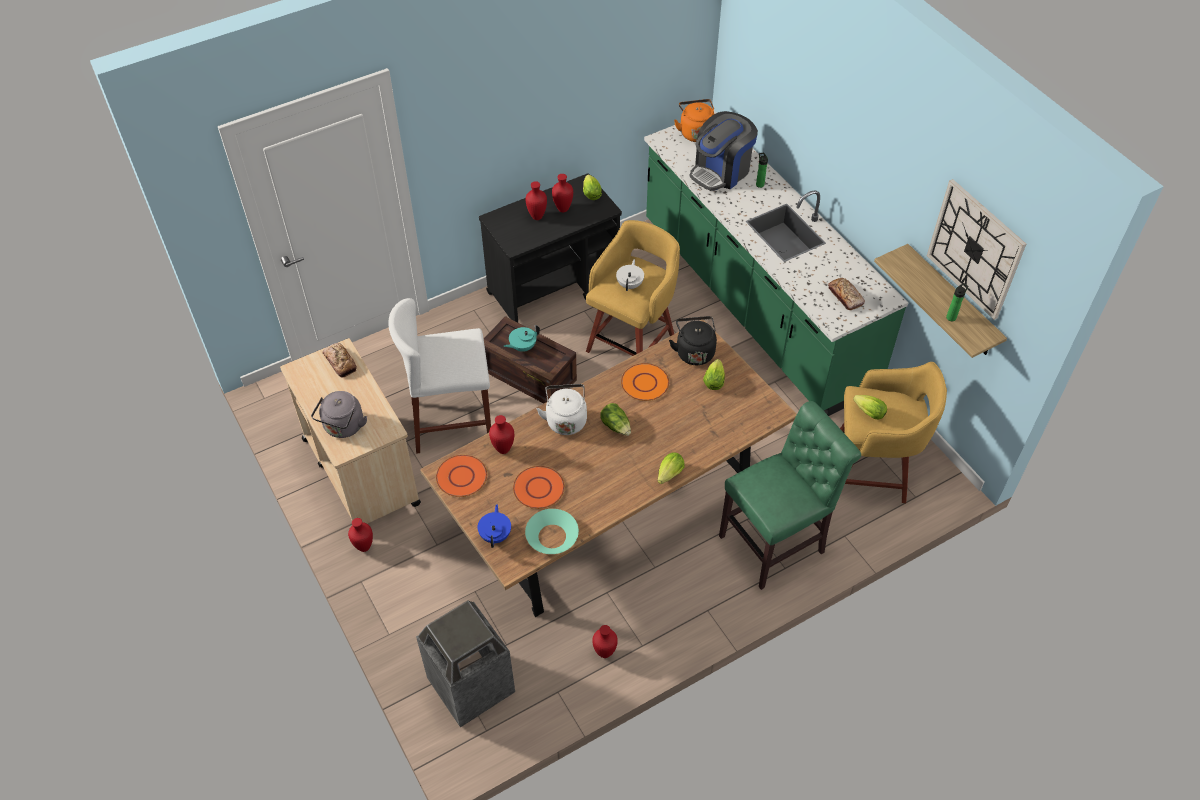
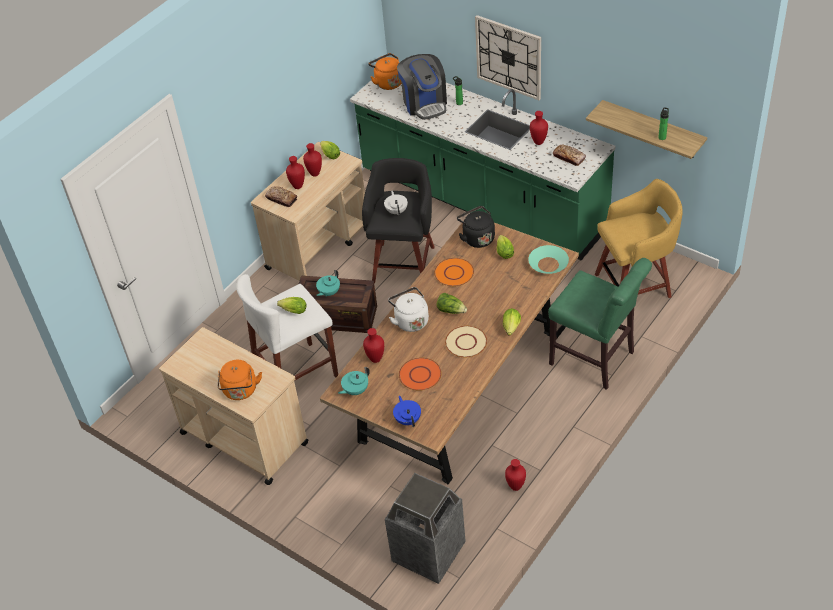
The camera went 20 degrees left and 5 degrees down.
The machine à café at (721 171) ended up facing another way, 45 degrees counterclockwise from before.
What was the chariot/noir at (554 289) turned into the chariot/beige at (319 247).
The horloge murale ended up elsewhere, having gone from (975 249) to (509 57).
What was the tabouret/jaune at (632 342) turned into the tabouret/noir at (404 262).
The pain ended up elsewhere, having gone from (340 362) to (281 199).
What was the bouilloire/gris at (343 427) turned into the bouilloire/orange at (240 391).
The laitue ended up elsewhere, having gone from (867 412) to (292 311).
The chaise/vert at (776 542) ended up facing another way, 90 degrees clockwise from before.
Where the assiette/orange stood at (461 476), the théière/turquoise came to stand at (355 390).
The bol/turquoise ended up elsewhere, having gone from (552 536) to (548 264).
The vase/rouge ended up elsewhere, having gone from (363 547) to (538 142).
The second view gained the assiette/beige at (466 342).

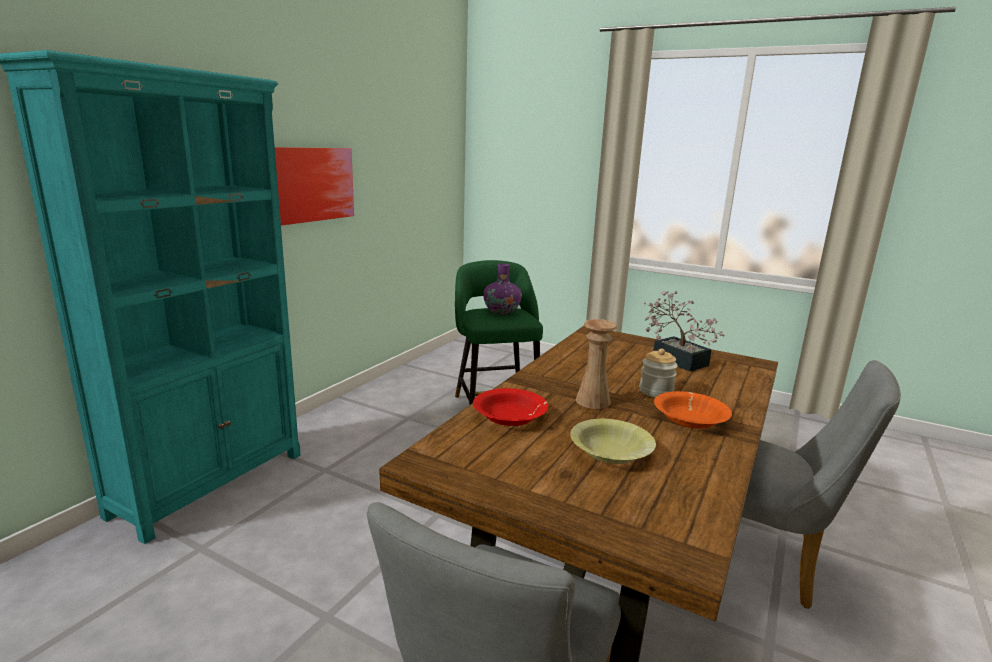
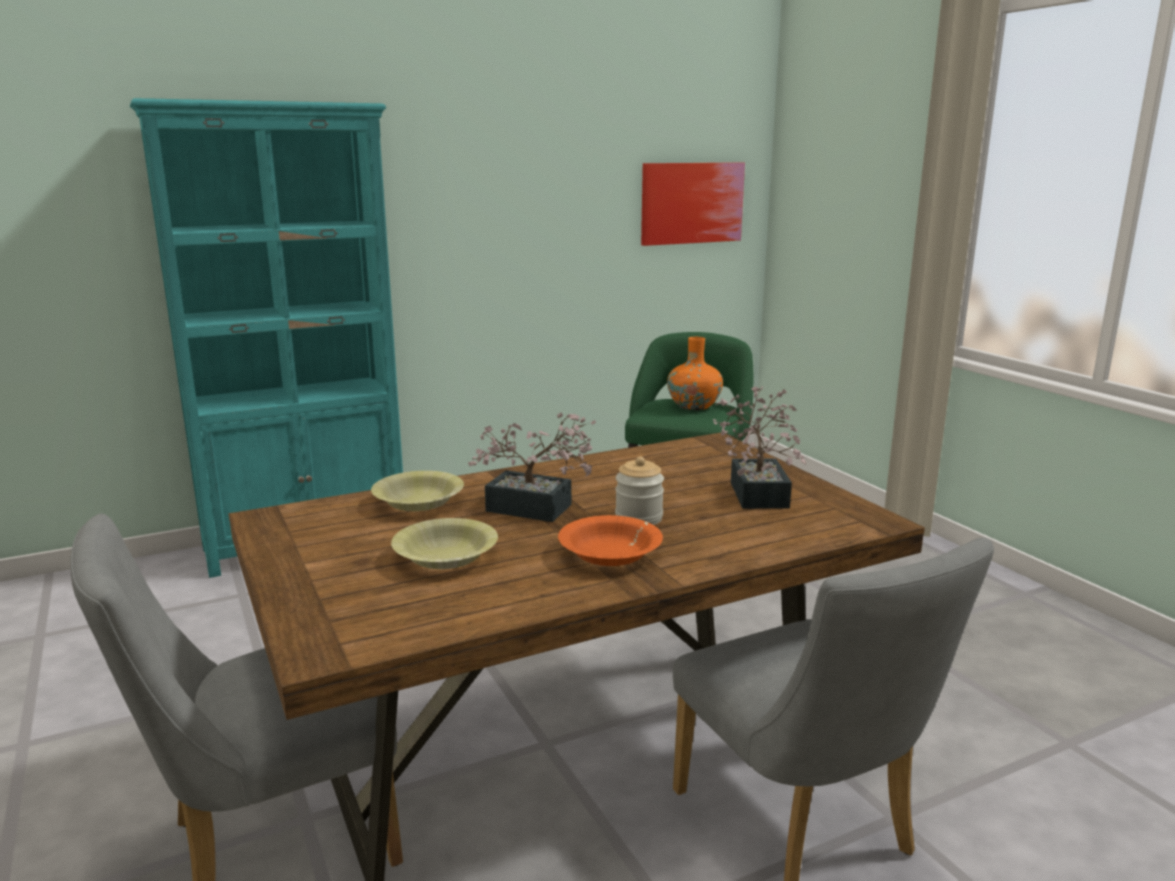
The camera went 35 degrees right and 0 degrees up.
The tableau ended up elsewhere, having gone from (312 184) to (691 203).
What was the vase/violet at (501 311) turned into the vase/orange at (694 406).
Where the vase/beige stood at (593 401), the plante en pot came to stand at (537 509).
What was the bol/rouge at (510 416) turned into the bol/jaune at (418 502).

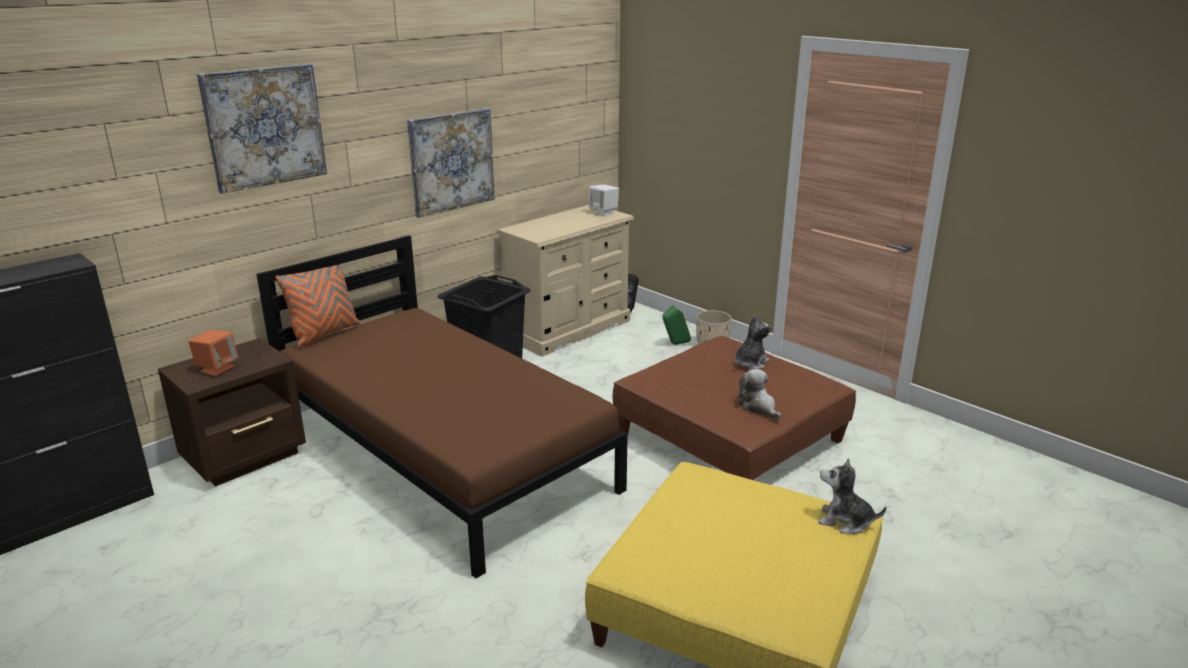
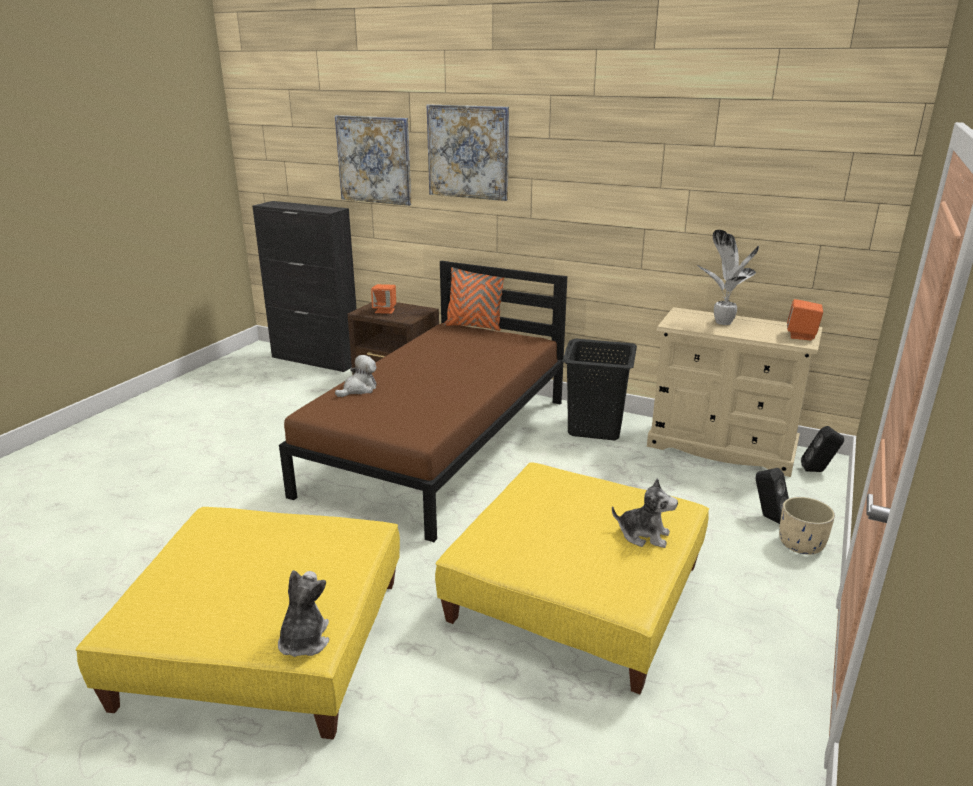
The camera went 70 degrees right and 0 degrees up.
The tableau ended up elsewhere, having gone from (451 161) to (374 160).
What was the enceinte/blanc at (604 212) turned into the enceinte/orange at (801 336).
What was the enceinte/vert at (675 344) turned into the enceinte/noir at (767 517).
What was the pouf/marron at (729 438) turned into the pouf/jaune at (576 593).
The peluche ended up elsewhere, having gone from (758 407) to (359 389).
The second view gained the plante en pot at (722 323).

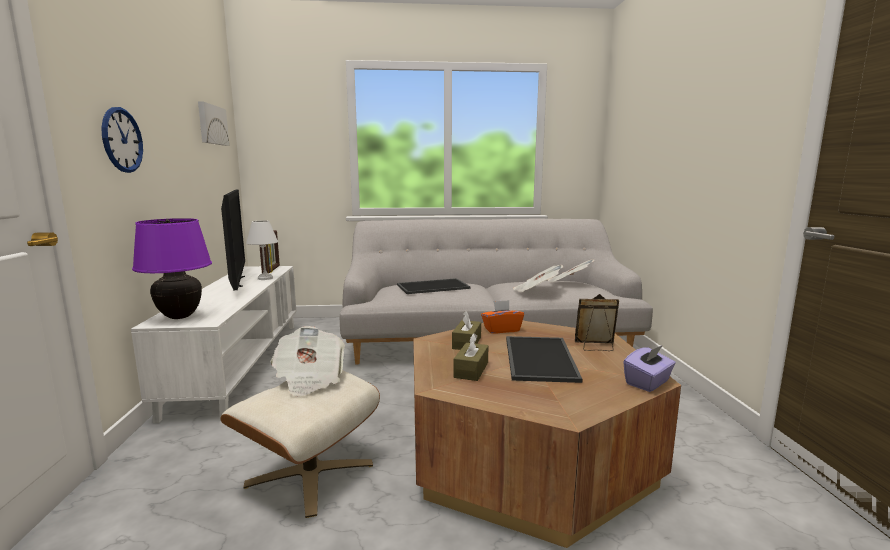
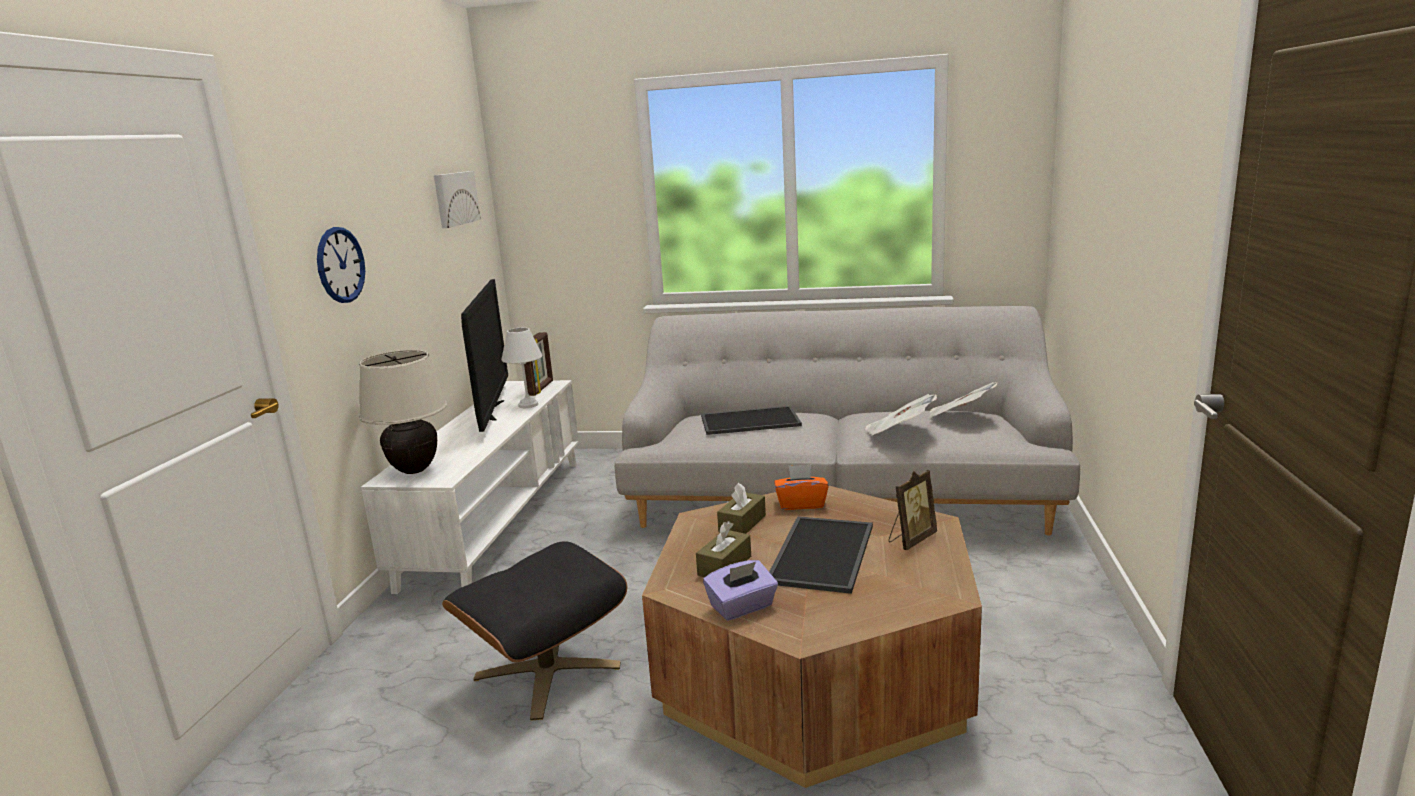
The camera went 15 degrees right and 5 degrees up.
What was the lampe de table/violet at (179 316) turned into the lampe de table/beige at (414 470).
The cadre photo at (595 347) ended up facing another way, 120 degrees clockwise from before.
The second view lost the journal at (309 378).
The boîte à mouchoirs/violet ended up elsewhere, having gone from (648 383) to (742 607).
What was the pouf/beige at (310 474) turned into the pouf/noir at (547 671).

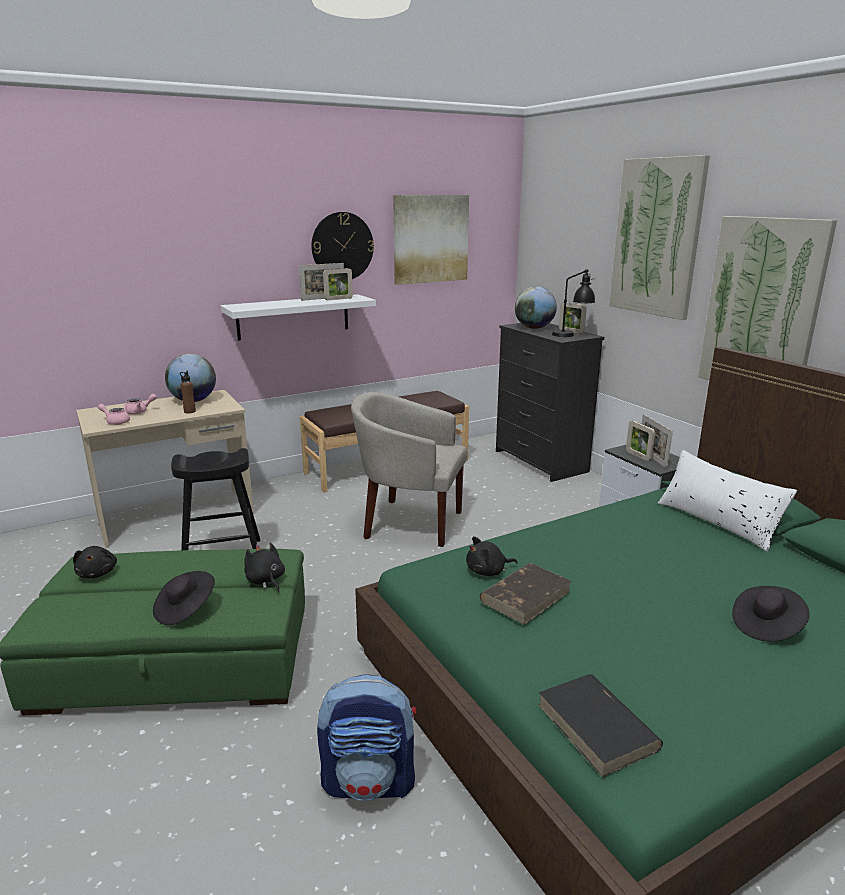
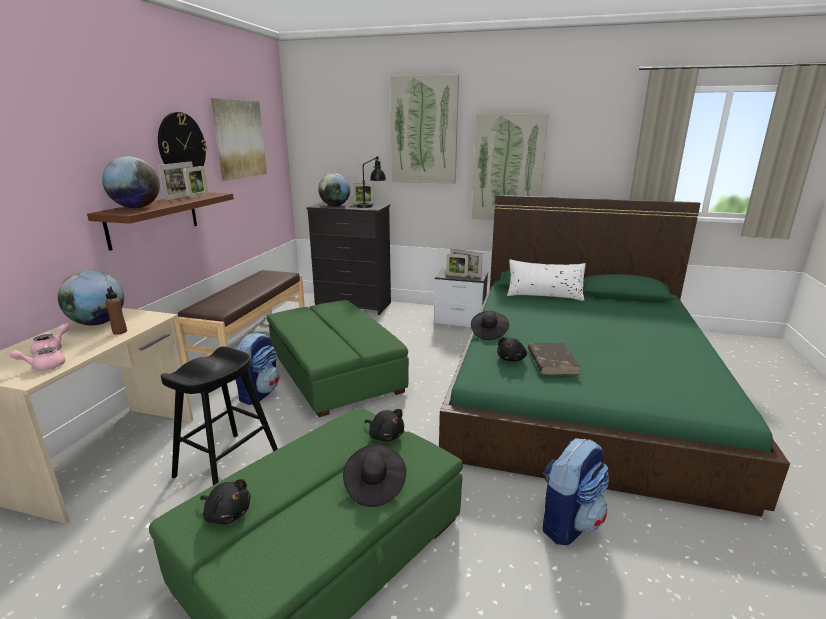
The camera went 45 degrees left and 0 degrees up.
What was the étagère/blanc at (293 317) turned into the étagère/marron at (153 219).
Where the fauteuil/beige stood at (409 522), the pouf/vert came to stand at (334 372).
The peluche/noir at (265 580) ended up facing another way, 150 degrees counterclockwise from before.
The chapeau/noir ended up elsewhere, having gone from (766 626) to (488 333).
The second view lost the livre/noir at (597 727).
The second view gained the globe at (136 207).
The second view gained the sac à dos at (259 393).

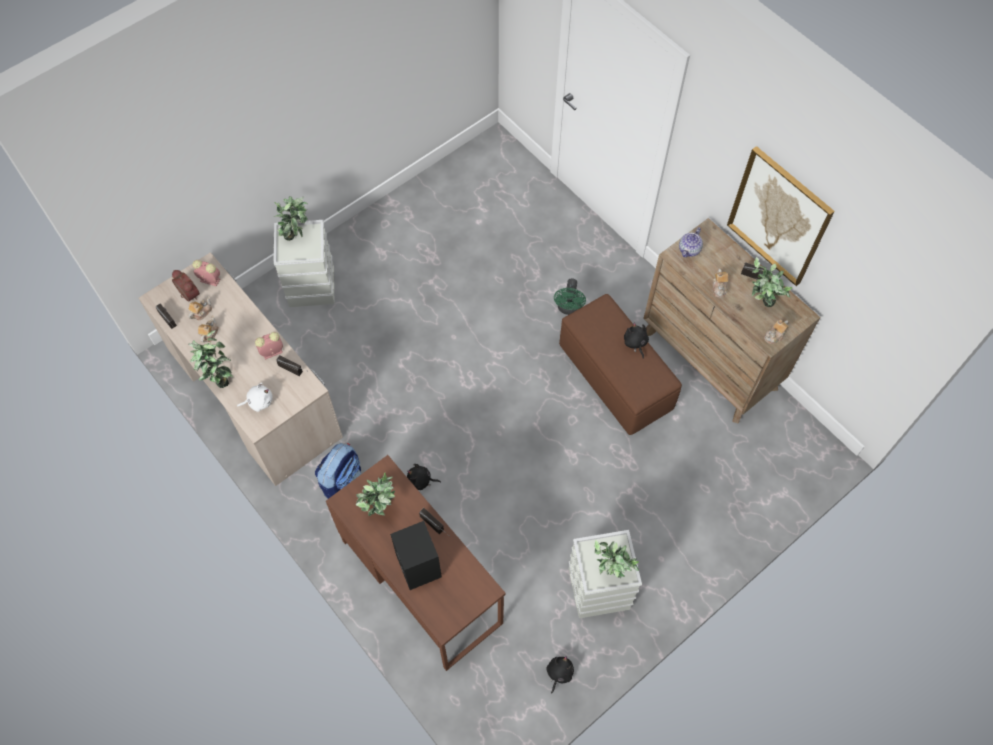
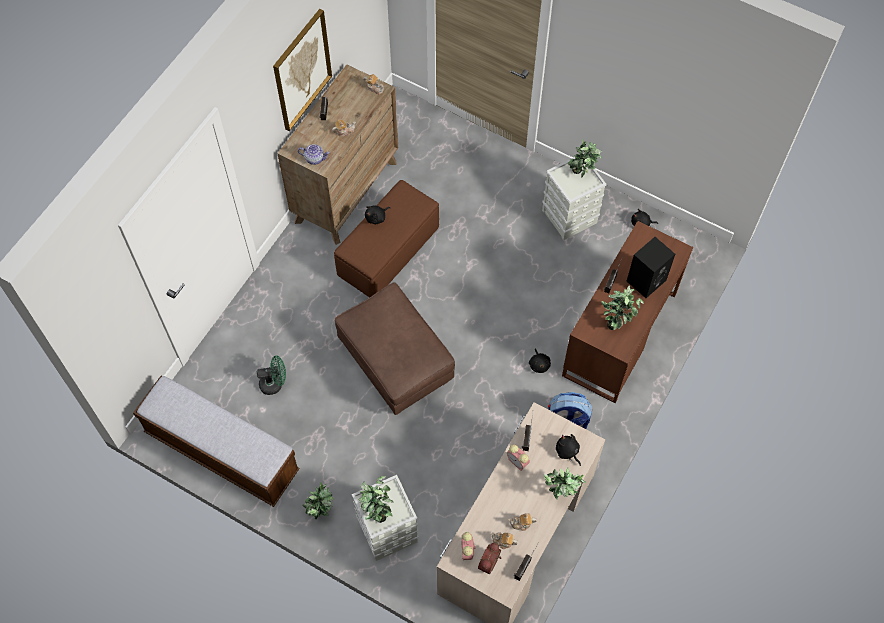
The camera went 110 degrees left and 0 degrees up.
The plante en pot ended up elsewhere, having gone from (760 305) to (321 512).
The ventilateur/vert ended up elsewhere, having gone from (569 309) to (274 383).
What was the peluche/blanc at (258 401) turned into the peluche/noir at (567 452).
The second view gained the pouf/marron at (396 363).
The second view gained the banc at (222 452).

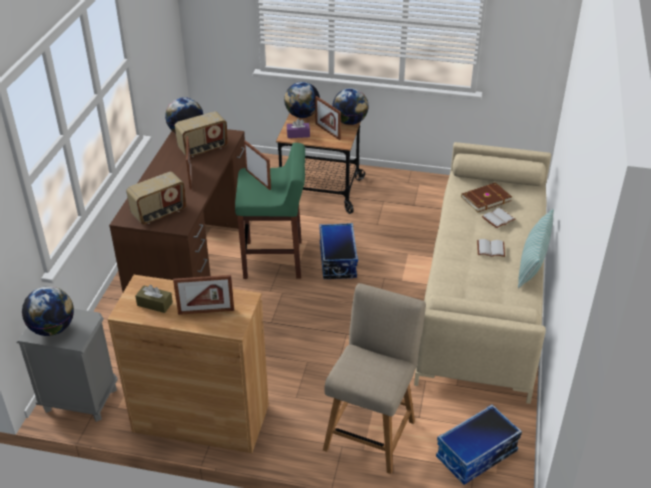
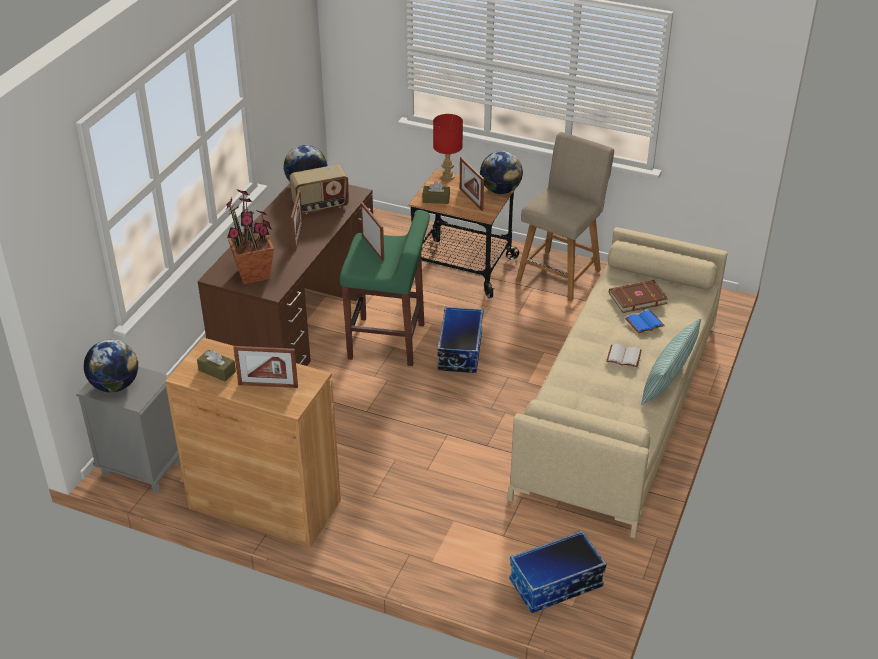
The camera went 10 degrees right and 0 degrees up.
Where the globe stood at (302 115), the lampe de table/rouge came to stand at (447 177).
What was the boîte à mouchoirs/violet at (298 134) turned into the boîte à mouchoirs/marron at (436 199).
Where the radio stood at (159 213), the plante en pot came to stand at (254 274).
What was the livre/blanc at (498 219) turned into the livre/bleu at (644 323).
The chaise/beige ended up elsewhere, having gone from (371 431) to (560 273).

